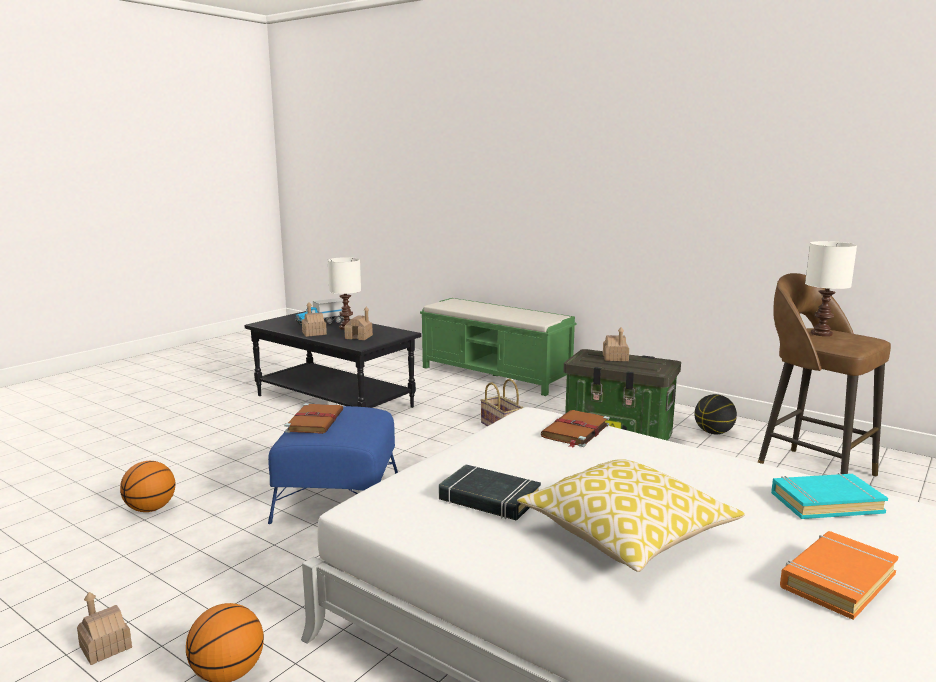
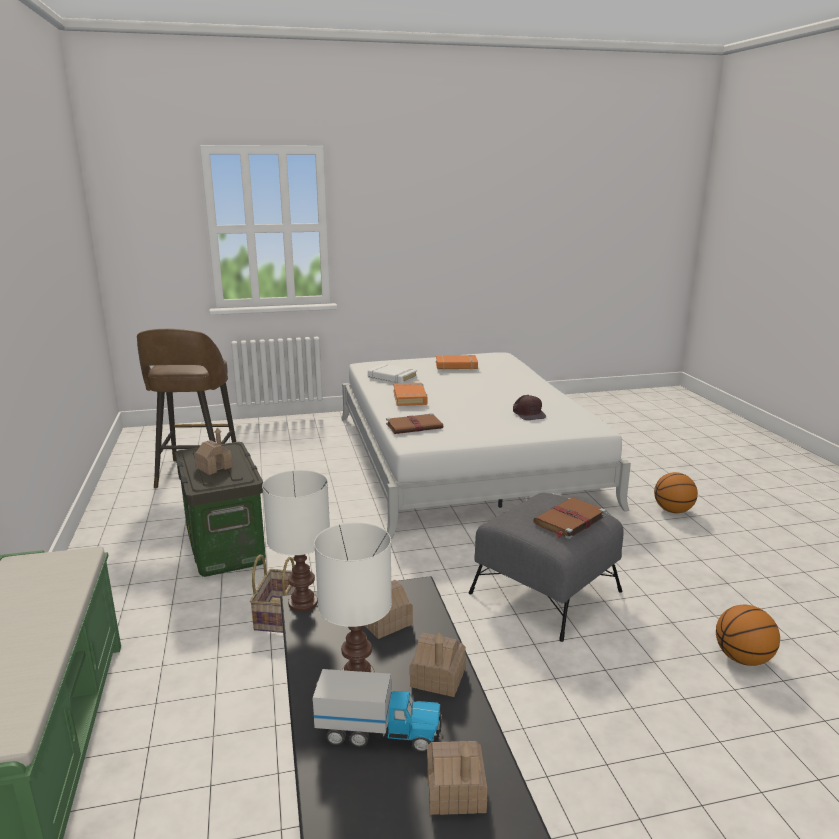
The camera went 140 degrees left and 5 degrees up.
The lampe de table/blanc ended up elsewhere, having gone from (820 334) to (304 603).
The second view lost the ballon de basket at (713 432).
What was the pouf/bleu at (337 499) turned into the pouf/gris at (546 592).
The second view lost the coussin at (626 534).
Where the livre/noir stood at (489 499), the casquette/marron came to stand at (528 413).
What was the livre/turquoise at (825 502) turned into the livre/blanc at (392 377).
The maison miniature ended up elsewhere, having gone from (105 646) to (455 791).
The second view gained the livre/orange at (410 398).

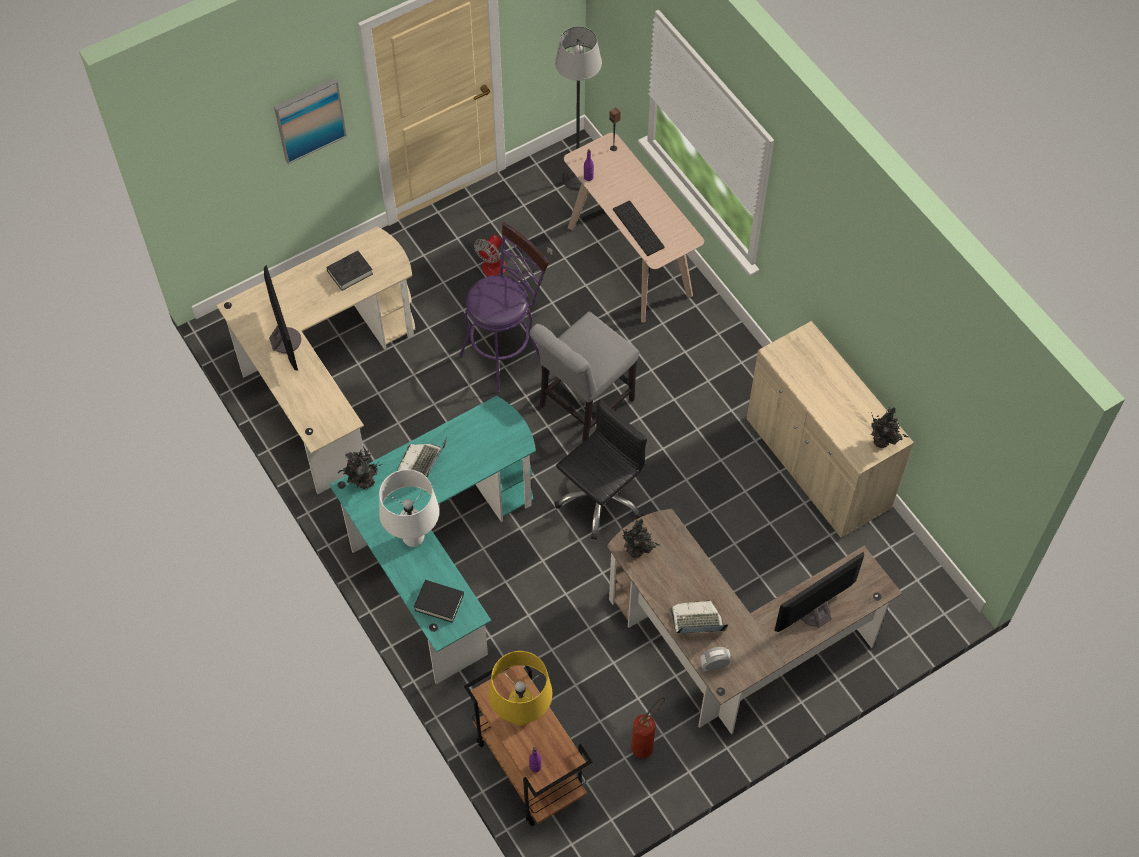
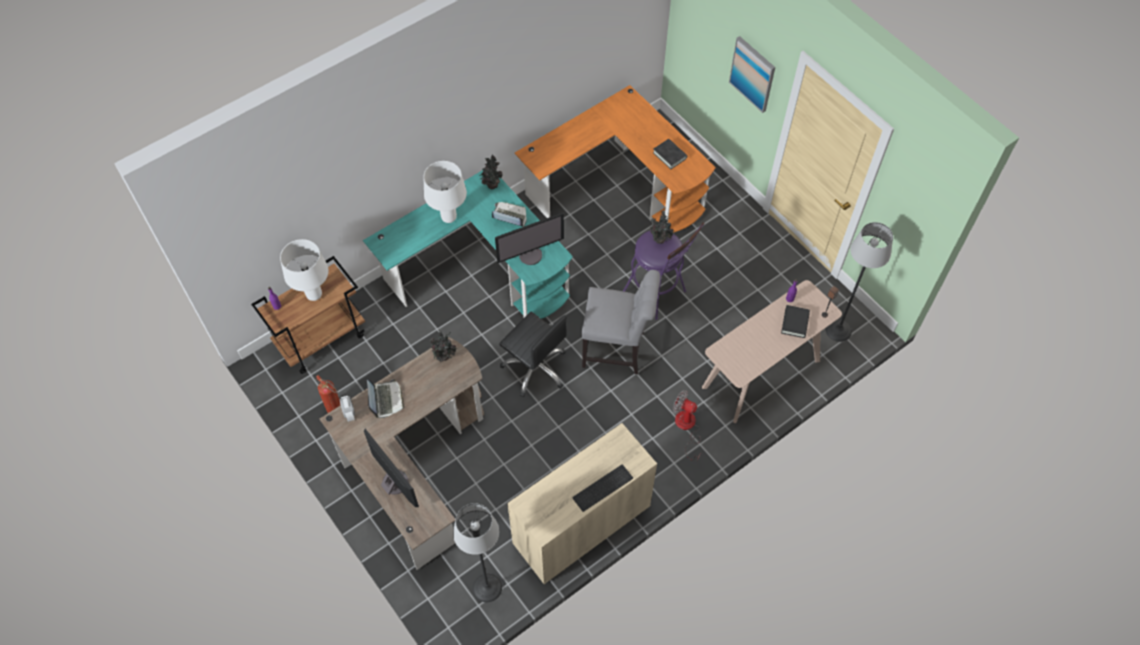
The camera went 85 degrees right and 0 degrees up.
The clavier ended up elsewhere, having gone from (640 228) to (603 489).
What was the bureau/beige at (325 379) turned into the bureau/orange at (619 186).
The ventilateur ended up elsewhere, having gone from (503 267) to (686 428).
The écran d'ordinateur ended up elsewhere, having gone from (285 340) to (530 254).
The chaise/gris at (582 405) ended up facing another way, 150 degrees clockwise from before.
The plante en pot ended up elsewhere, having gone from (883 442) to (660 240).
The livre/noir ended up elsewhere, having gone from (439 602) to (795 323).
What was the lampe de table/jaune at (521 716) turned into the lampe de table/blanc at (314 295).
The second view gained the lampadaire at (487 587).

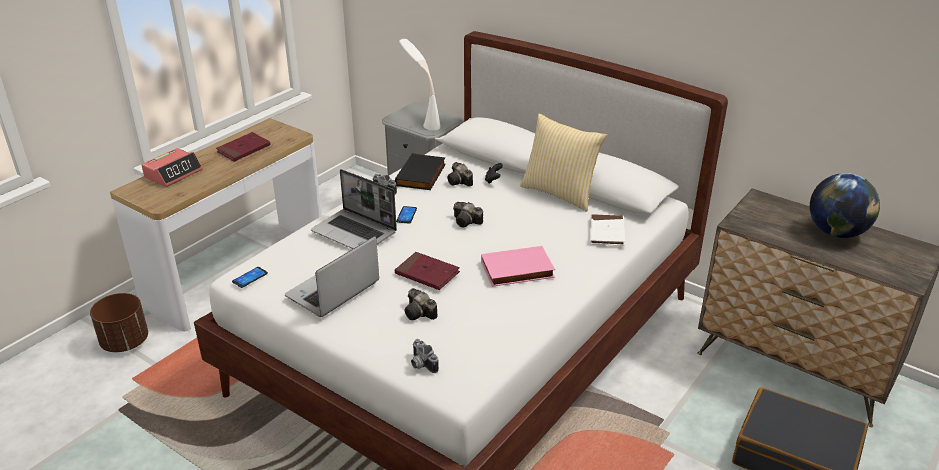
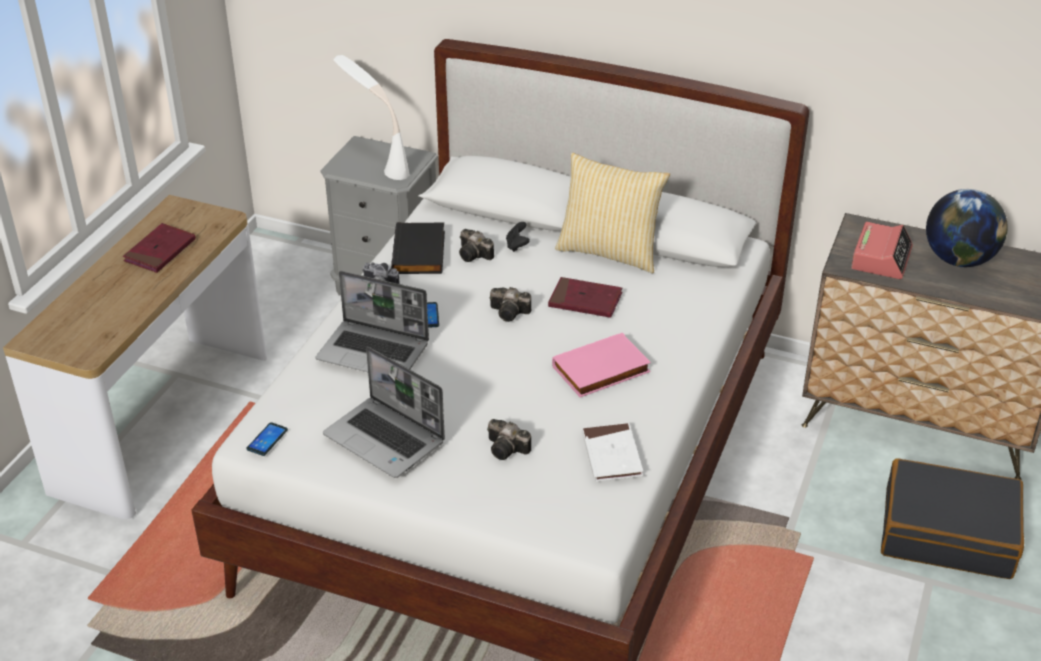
The camera went 15 degrees left and 5 degrees up.
The réveil ended up elsewhere, having gone from (173 173) to (881 258).
The livre/blanc ended up elsewhere, having gone from (606 232) to (611 455).
The ordinateur portable at (332 291) ended up facing another way, 75 degrees counterclockwise from before.
The livre/rouge ended up elsewhere, having gone from (427 273) to (585 301).
The second view lost the cache-pot/marron at (125 342).
The second view lost the appareil photo at (421 364).

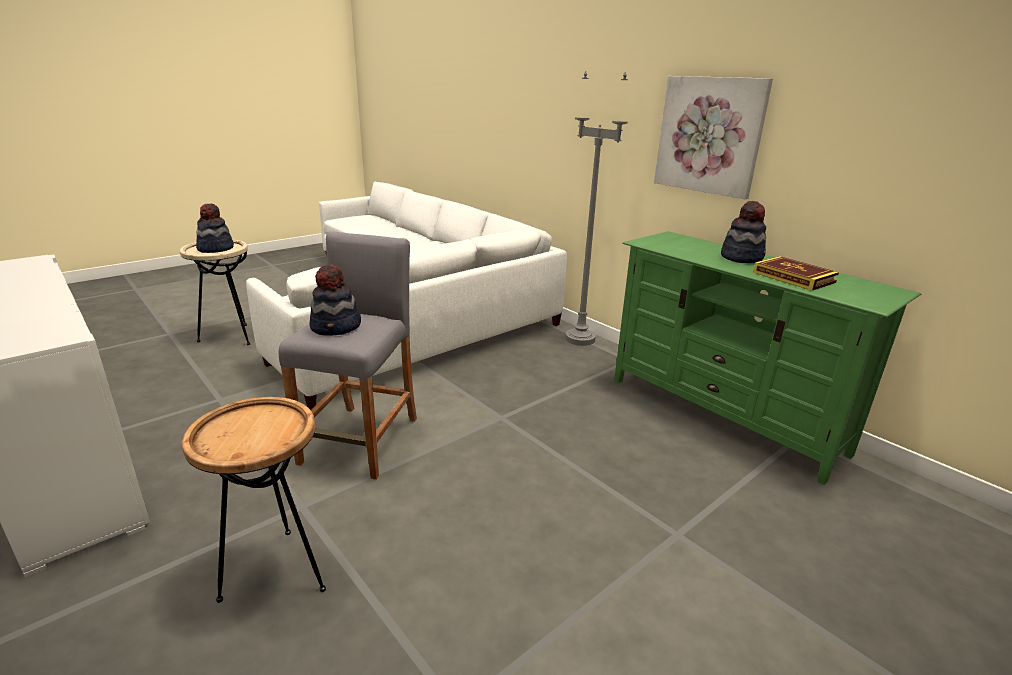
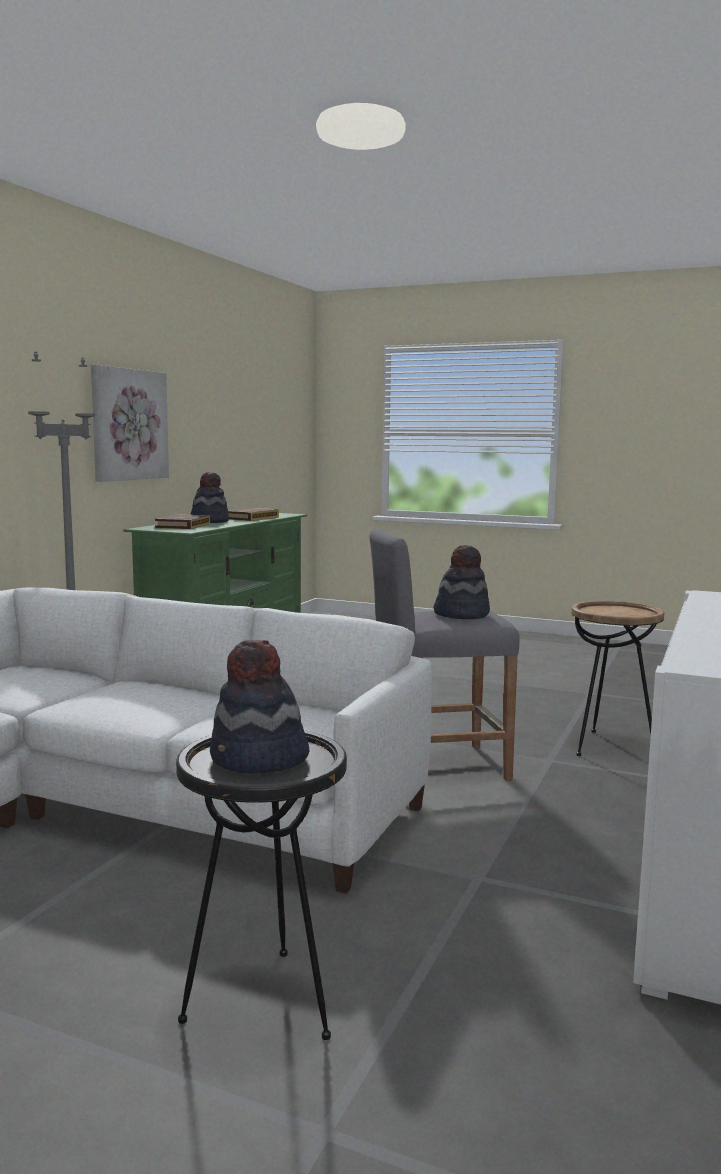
The camera went 115 degrees left and 15 degrees down.
What was the table d'appoint/beige at (231 337) turned into the table d'appoint/noir at (264 1001).
The second view gained the livre at (183 526).

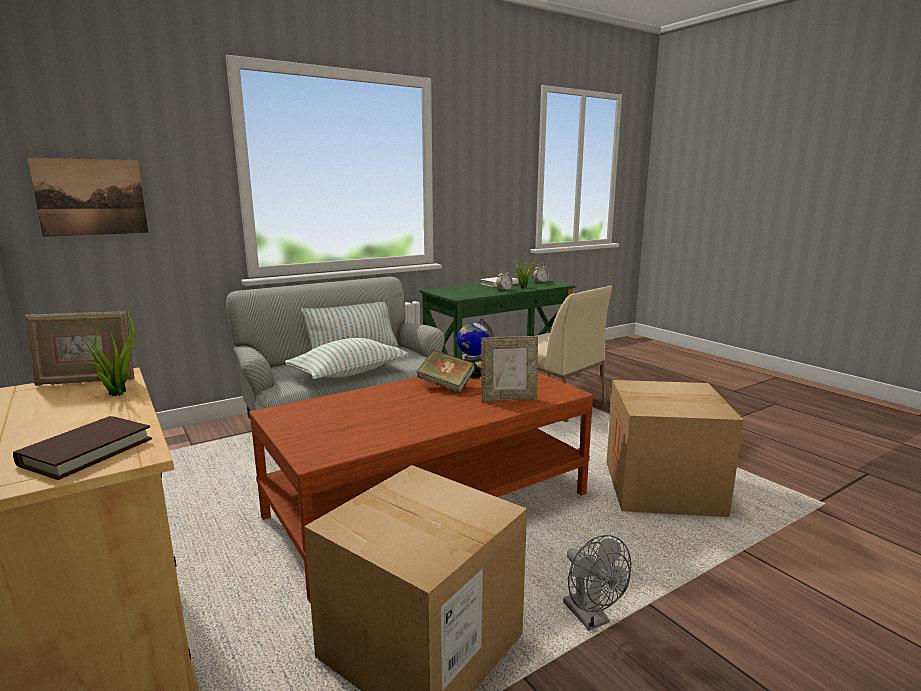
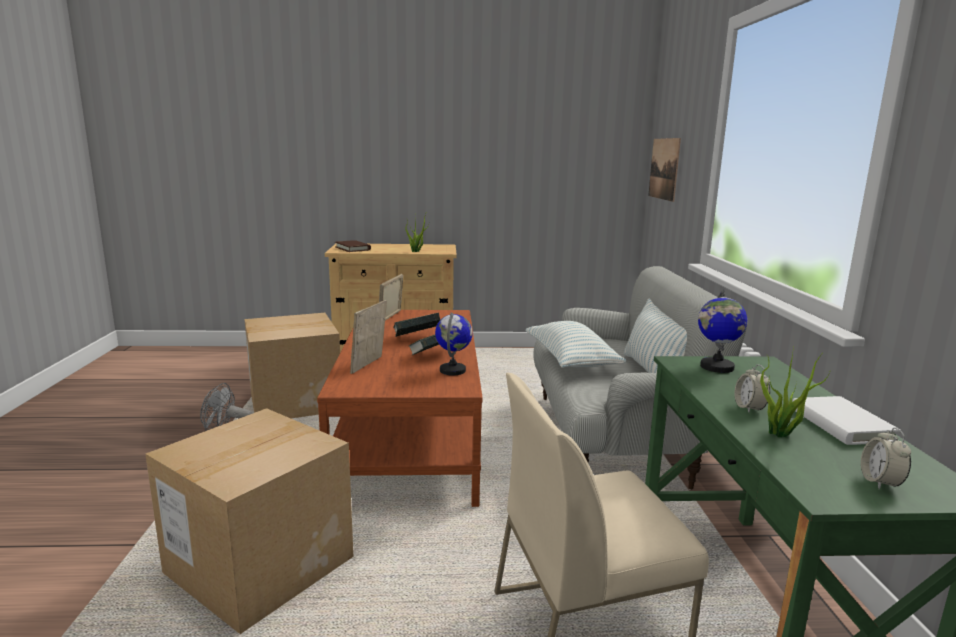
The camera went 120 degrees right and 0 degrees up.
The cadre photo ended up elsewhere, having gone from (87 381) to (391 317).
The second view gained the globe at (716 367).
The second view gained the livre at (416 338).

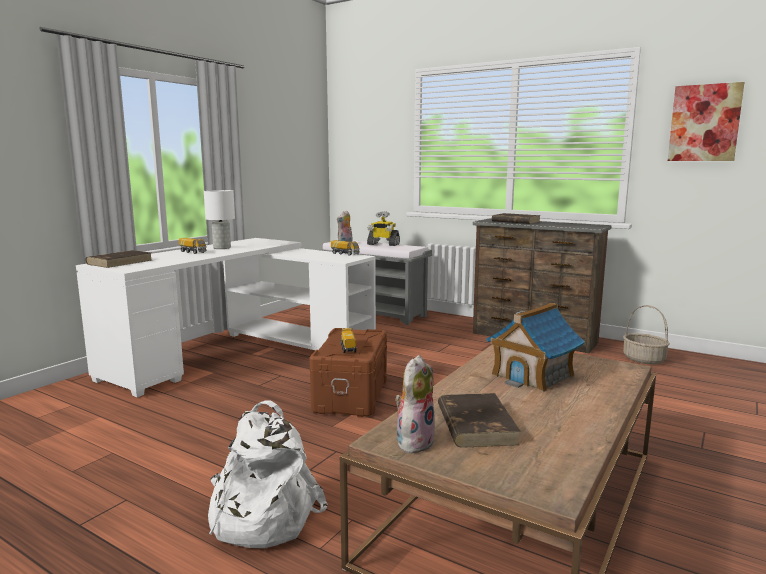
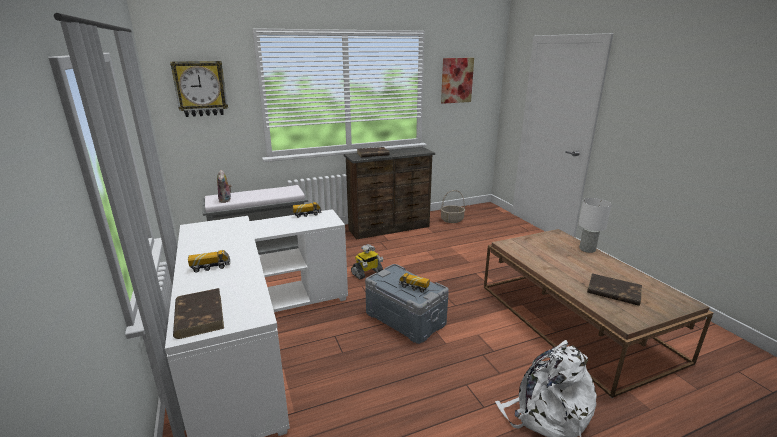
The camera went 55 degrees left and 10 degrees up.
The lampe de table/blanc ended up elsewhere, having gone from (222 248) to (586 249).
The robot jouet ended up elsewhere, having gone from (383 244) to (367 273).
The second view lost the maison miniature at (533 375).
What was the boîte de rangement/marron at (350 395) turned into the boîte de rangement/gris at (405 319).
The second view lost the peluche at (414 441).
The second view gained the horloge murale at (200 88).

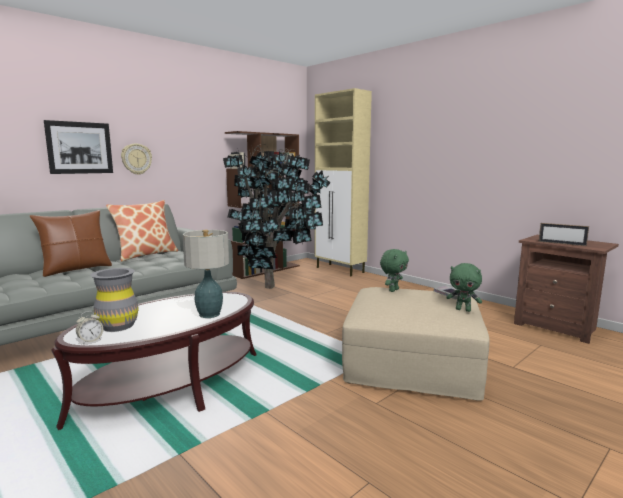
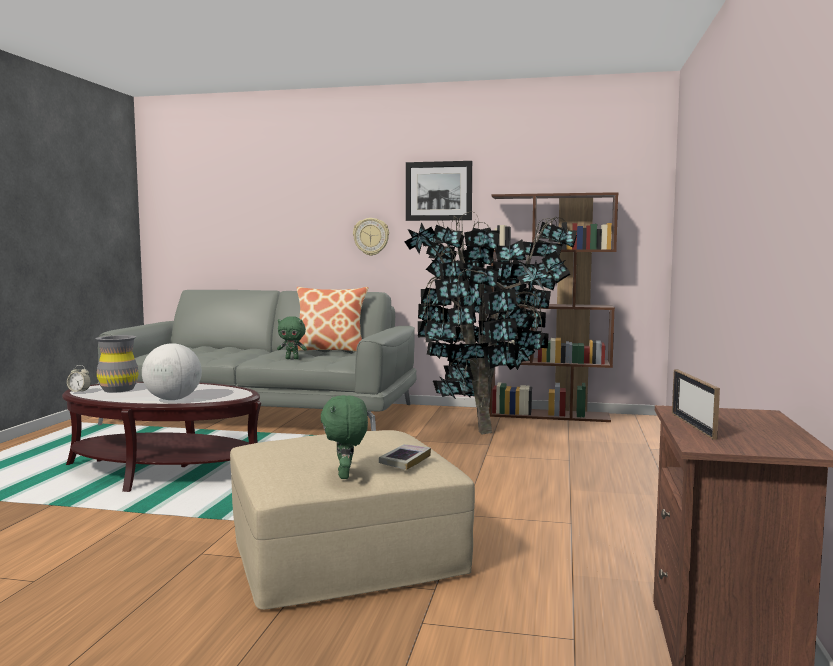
The camera went 55 degrees right and 5 degrees down.
The second view lost the meuble de rangement/beige at (340 270).
The tableau ended up elsewhere, having gone from (80 148) to (438 191).
The second view lost the coussin/marron at (76 269).
Where the lampe de table stood at (210 314), the globe came to stand at (173 399).
The peluche/vert ended up elsewhere, having gone from (393 290) to (292 358).

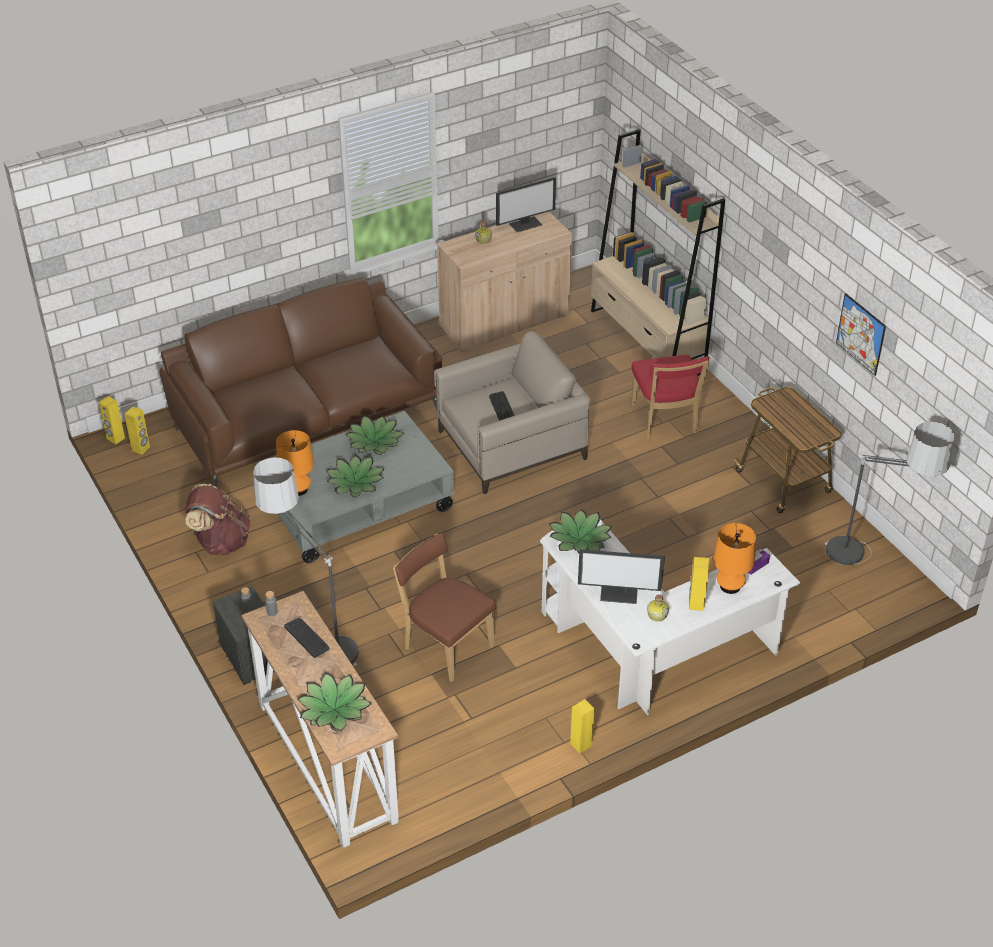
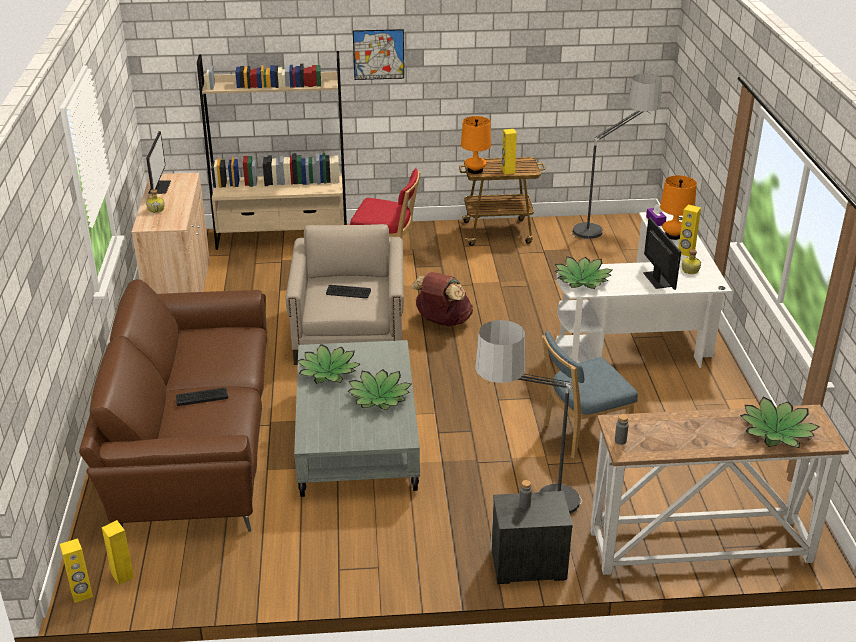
The camera went 65 degrees left and 10 degrees down.
The tableau ended up elsewhere, having gone from (861 334) to (378 54).
The lampe de table/orange ended up elsewhere, having gone from (298 489) to (475 170).
The sac à dos/marron ended up elsewhere, having gone from (221 542) to (442 322).
What was the chaise/marron at (446 645) turned into the chaise/bleu at (582 434).
The écran d'ordinateur at (619 593) ended up facing another way, 45 degrees counterclockwise from before.
The clavier ended up elsewhere, having gone from (307 637) to (202 397).
The enceinte/jaune ended up elsewhere, having gone from (580 744) to (508 171).

